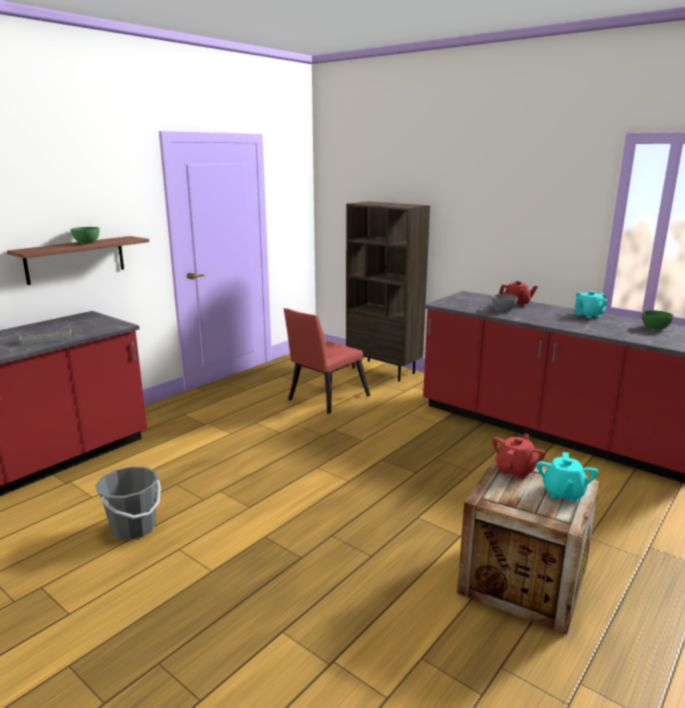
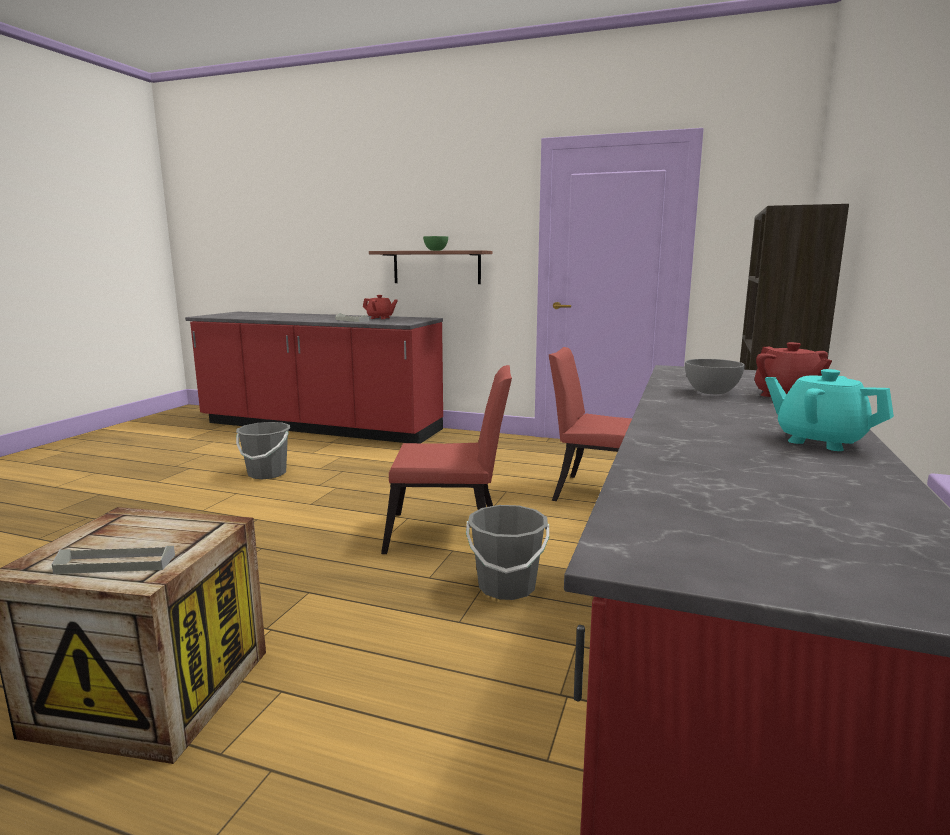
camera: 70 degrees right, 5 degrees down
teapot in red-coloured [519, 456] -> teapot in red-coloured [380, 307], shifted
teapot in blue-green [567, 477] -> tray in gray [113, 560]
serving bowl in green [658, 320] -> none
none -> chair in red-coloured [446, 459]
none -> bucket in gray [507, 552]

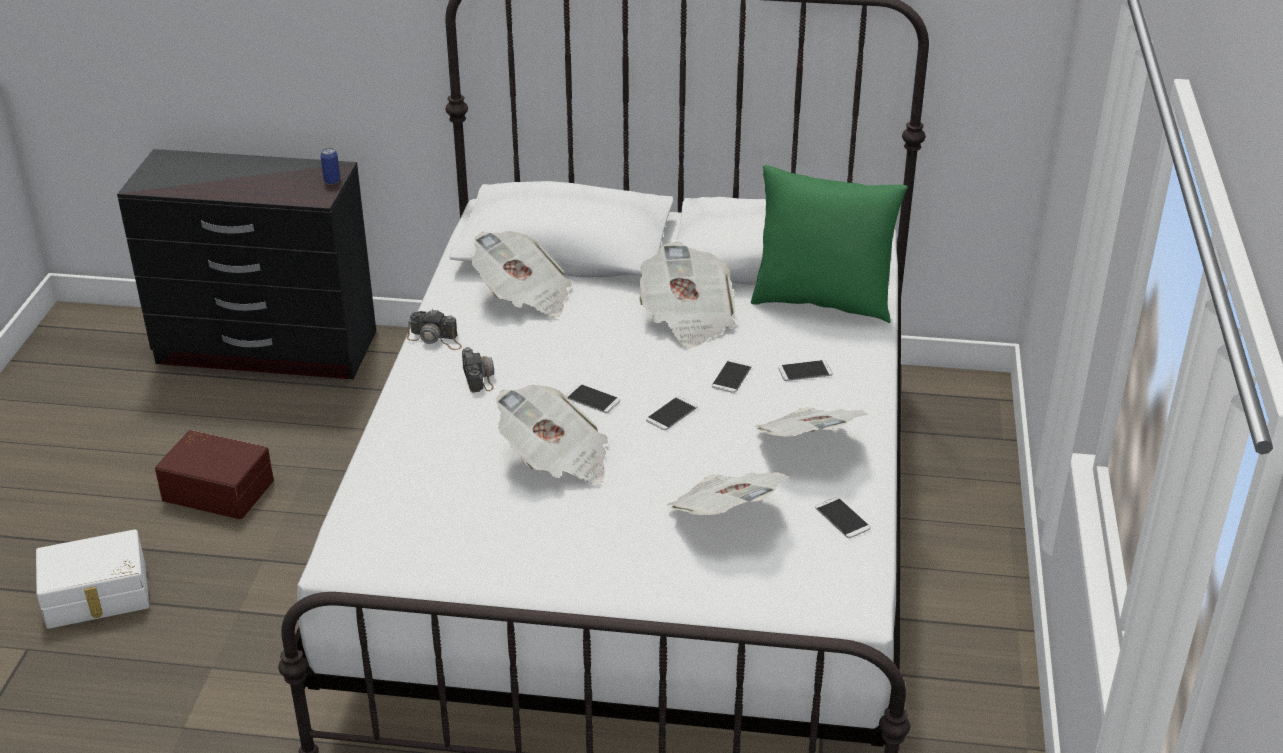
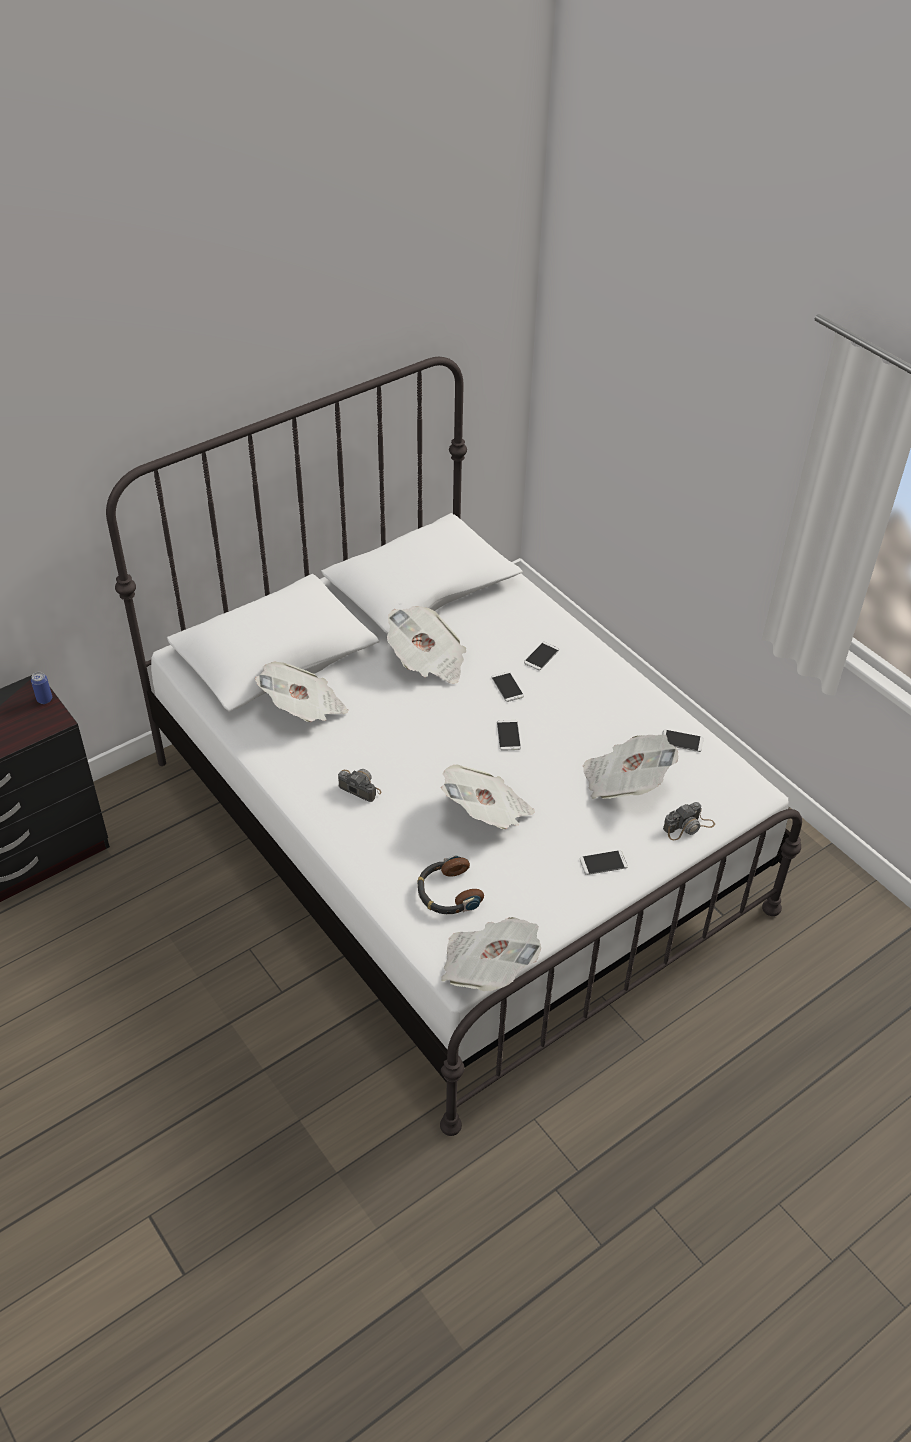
camera: 45 degrees left, 10 degrees up
storage bin in whitish [92, 579] -> none
storage bin in brown-coloured [214, 474] -> none
still camera [434, 329] -> still camera [689, 821], shifted
handset [592, 398] -> handset [604, 862], shifted
pillow in green [829, 244] -> none
printed paper [811, 422] -> printed paper [491, 954], shifted
none -> headphones [450, 884]

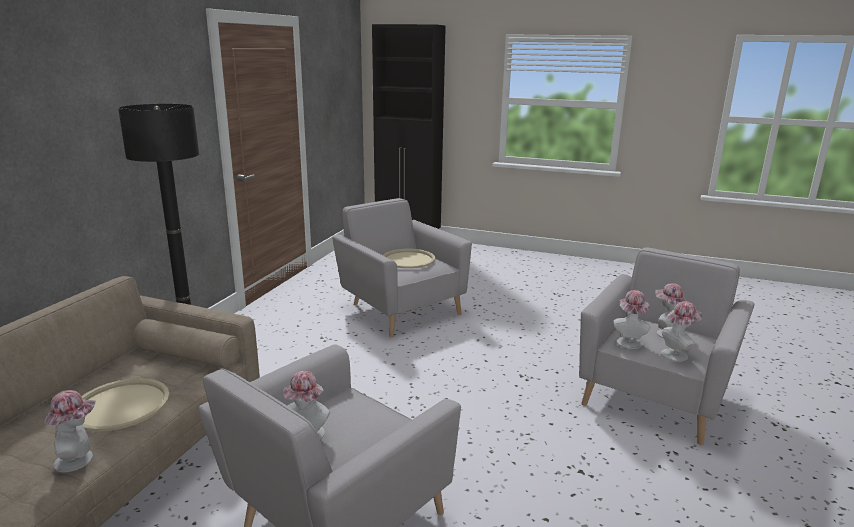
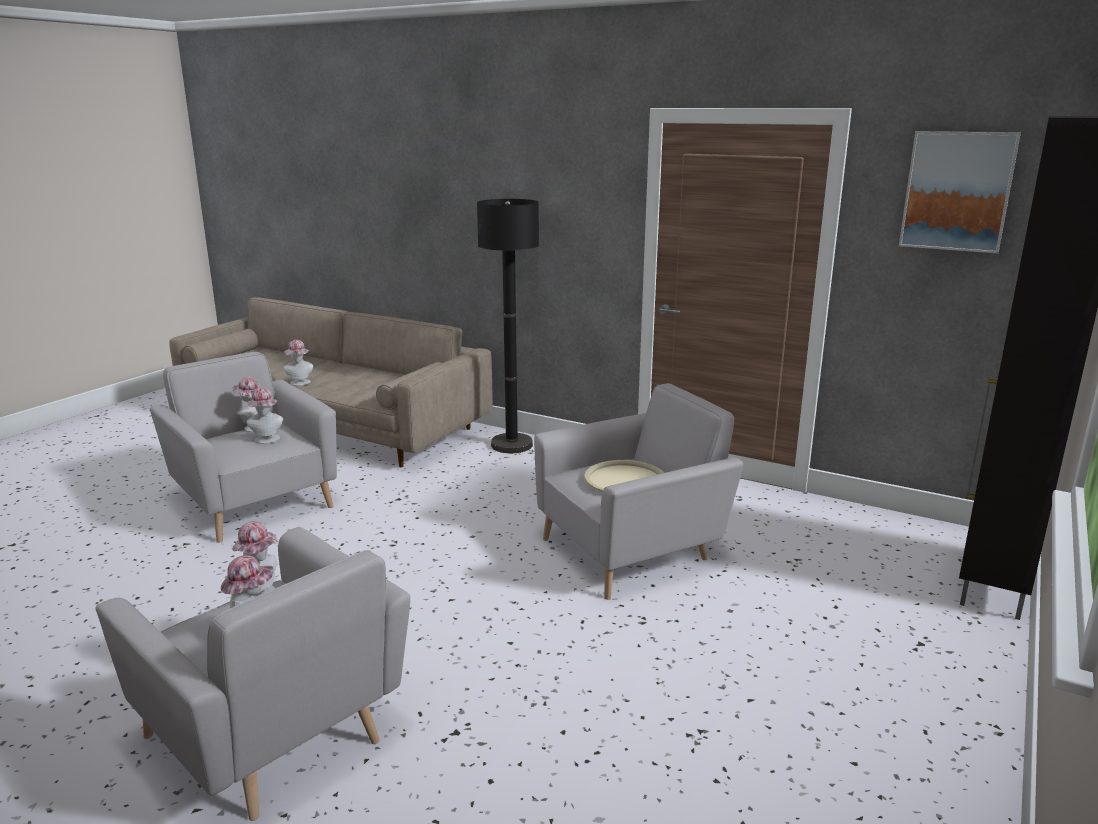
camera: 100 degrees right, 0 degrees up
tray in beige [125, 404] -> none
clothing hat [681, 331] -> clothing hat [265, 416], shifted
none -> picture [960, 192]

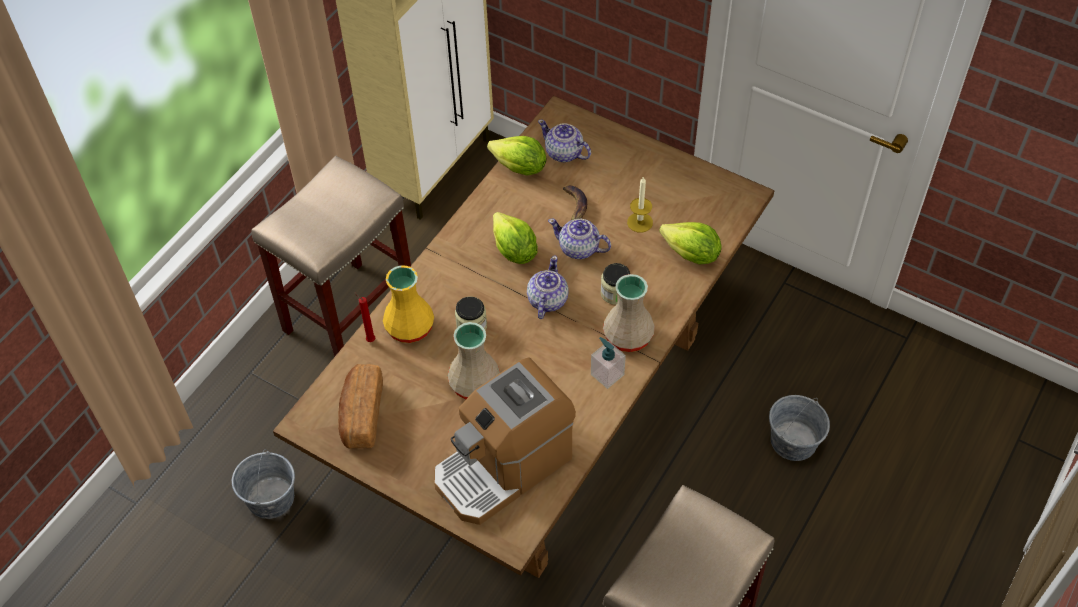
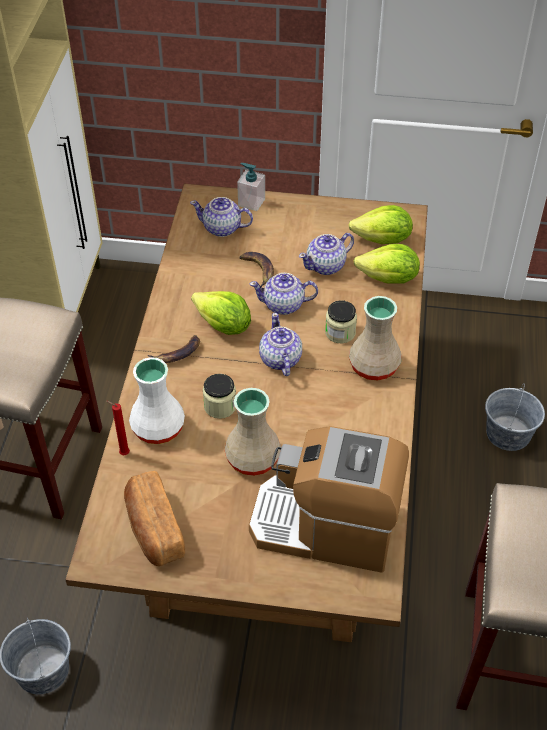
camera: 25 degrees left, 5 degrees down
vase in yellow-coloured [408, 304] -> vase in whitish [157, 400]
coffee machine [505, 441] -> coffee machine [329, 499], 75 degrees clockwise
lettuce head [517, 156] -> lettuce head [381, 224], shifted
soap dispenser [608, 363] -> soap dispenser [251, 187], shifted
wax light [640, 204] -> teapot [326, 254]
none -> banana [174, 349]

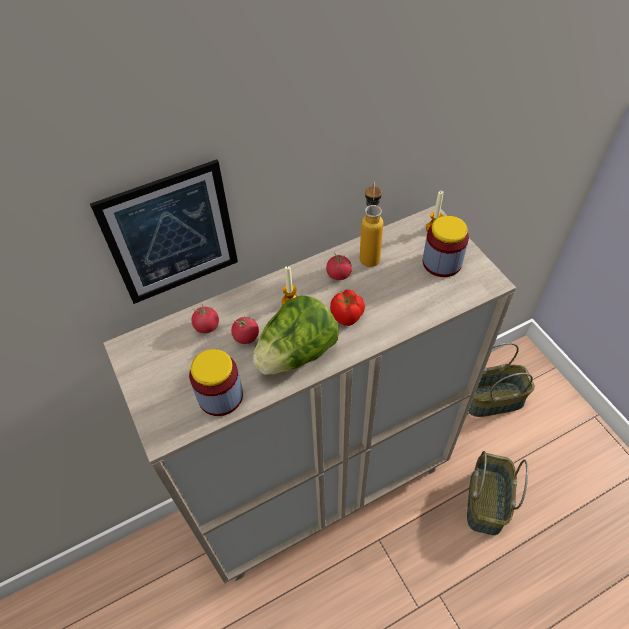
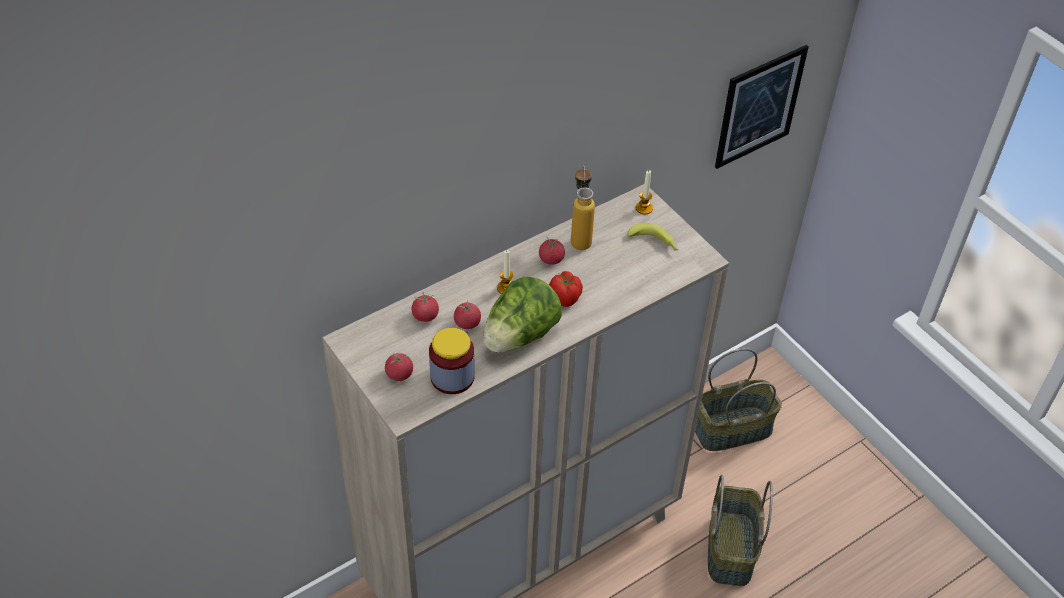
camera: 10 degrees left, 5 degrees down
picture [164, 231] -> picture [762, 107], shifted
jar [446, 246] -> banana [652, 237]
none -> tomato [399, 367]

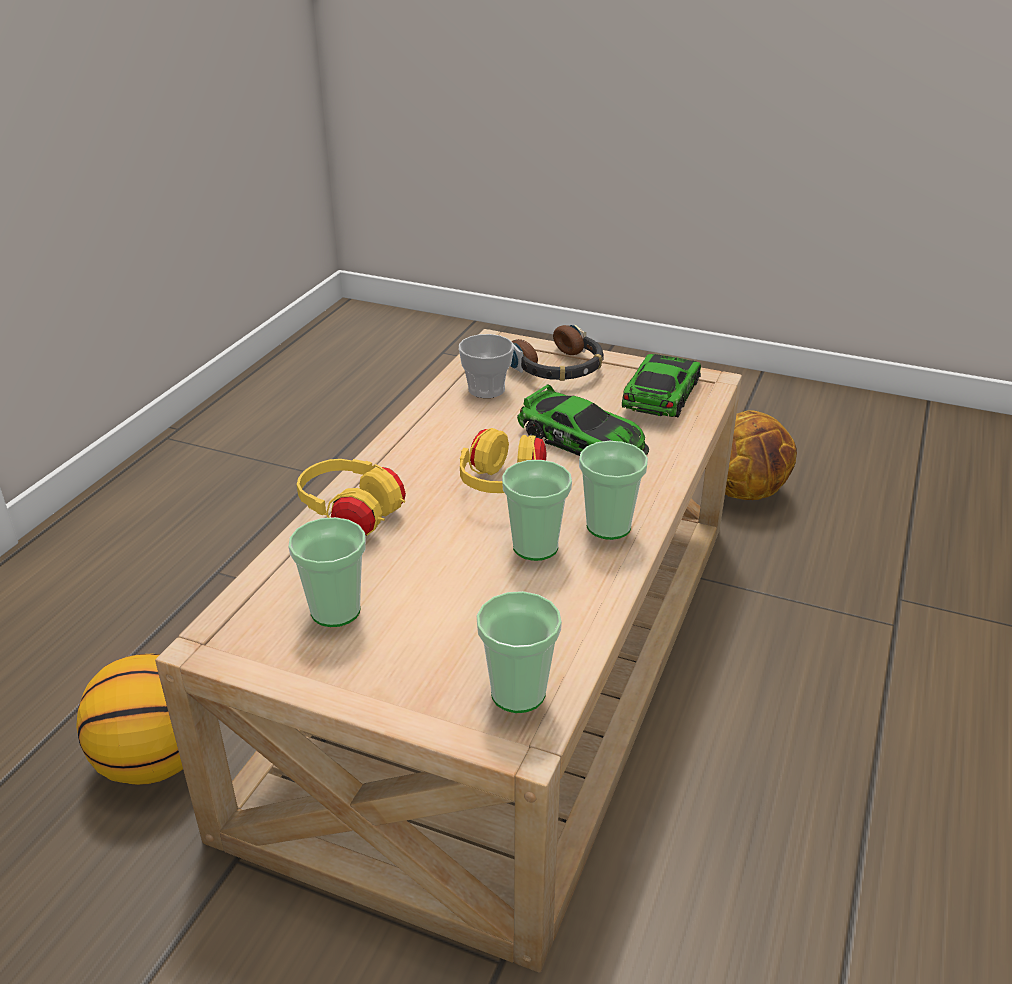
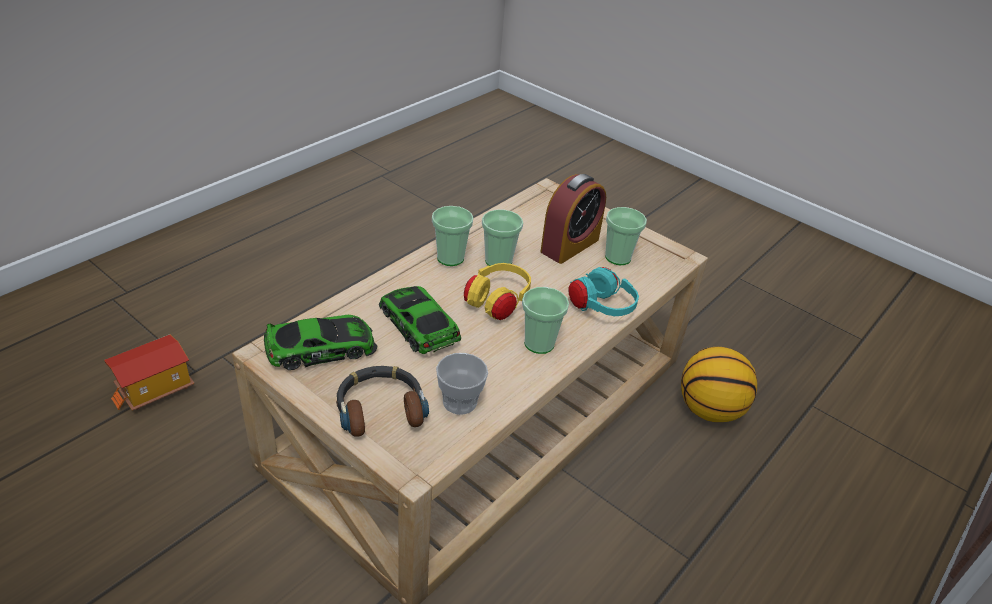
camera: 165 degrees left, 5 degrees up
headphones in yellow-coloured [351, 497] -> headphones in blue-green [604, 291]
drinking cup [519, 652] -> drinking cup [545, 320], shifted
model car [661, 385] -> model car [320, 342], 150 degrees counterclockwise
basketball [751, 455] -> none
none -> model house [149, 372]
none -> bedside clock [573, 219]

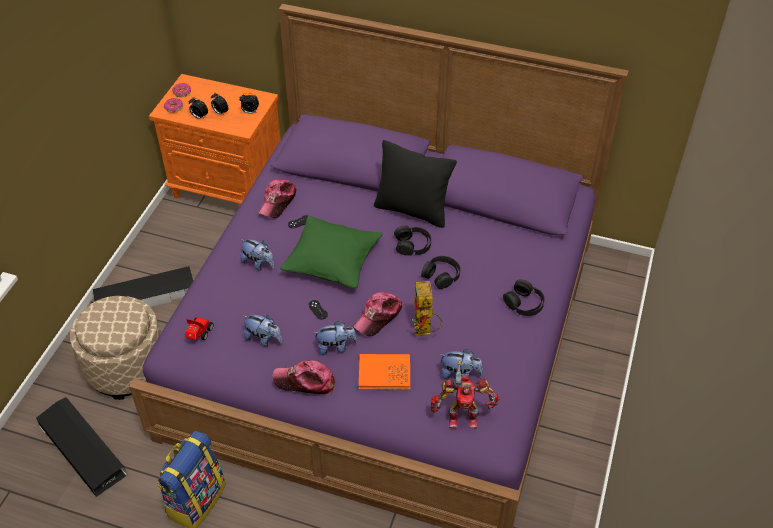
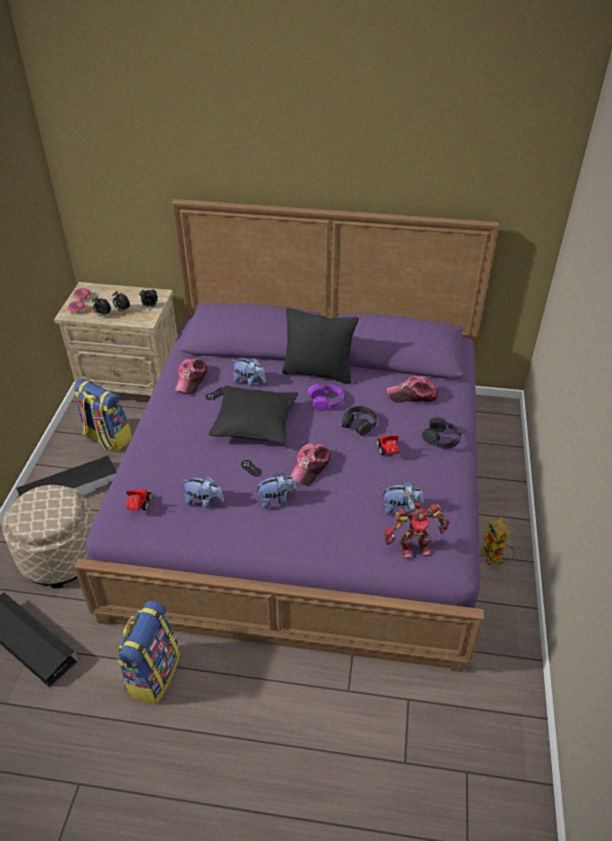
camera: 10 degrees left, 5 degrees down
night table in orange [215, 139] -> night table in beige [116, 339]
plush toy [257, 255] -> plush toy [249, 372], shifted
baseball cap [304, 377] -> baseball cap [412, 389], shifted
pillow in green [331, 252] -> pillow in blackish [253, 415]
volume in orange [384, 372] -> none
headphones in blackish [412, 240] -> headphones in purple [326, 397]
toy robot [427, 308] -> toy robot [497, 541], shifted
none -> knapsack [103, 415]
none -> model car [388, 445]

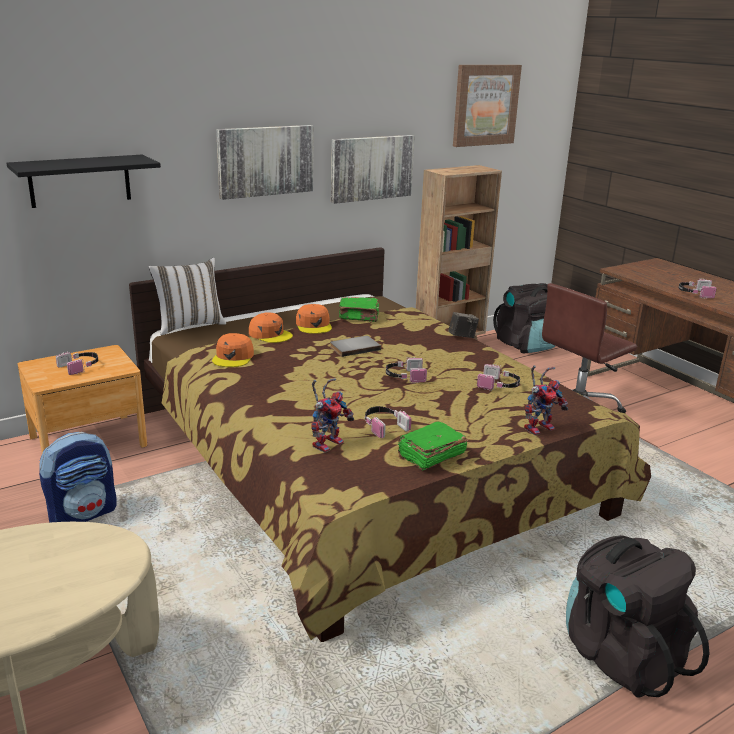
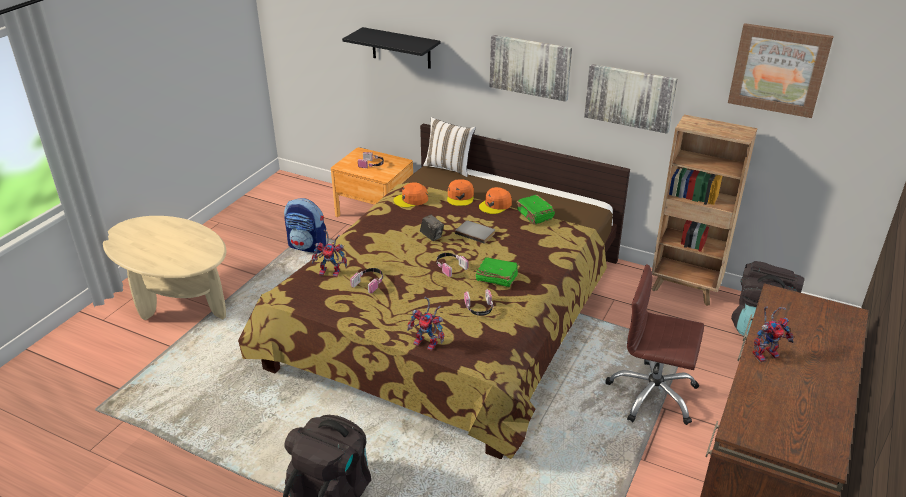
camera: 60 degrees right, 10 degrees up
volume in green [432, 446] -> volume in green [497, 272], shifted
still camera [463, 325] -> still camera [432, 227], shifted
headphones [698, 288] -> toy robot [773, 334]

